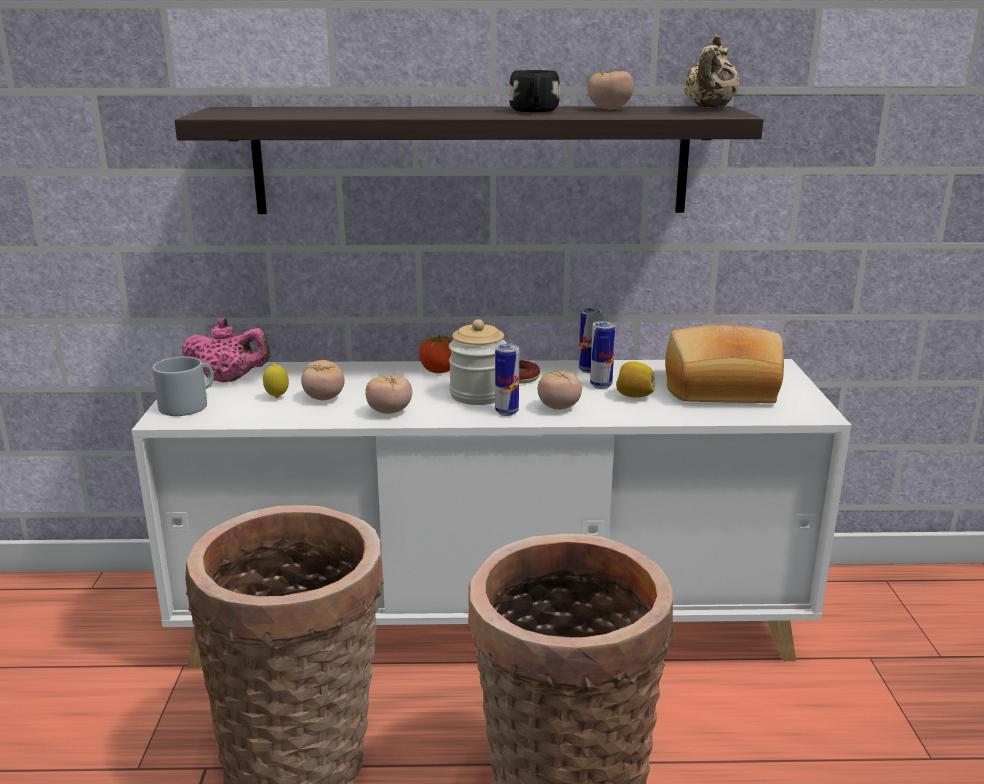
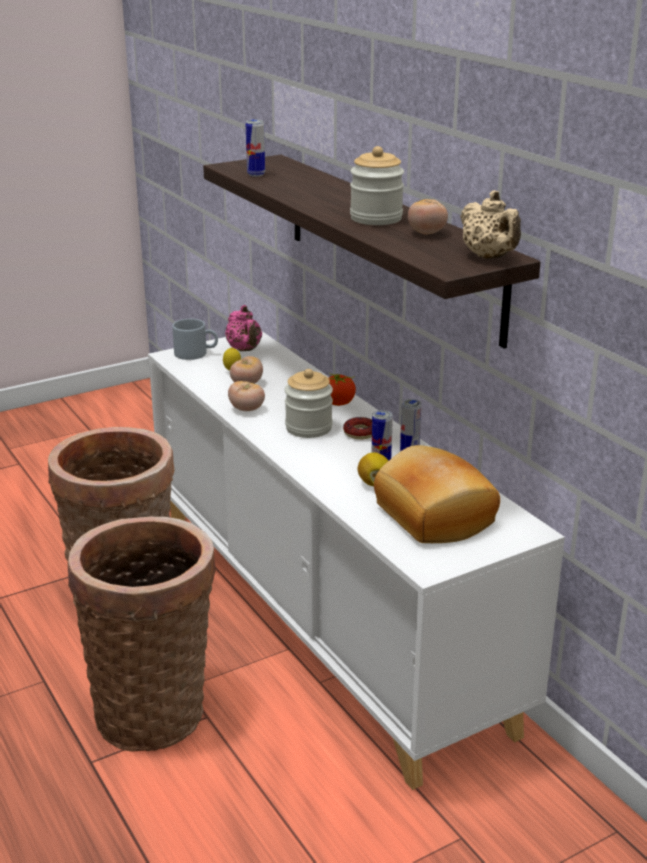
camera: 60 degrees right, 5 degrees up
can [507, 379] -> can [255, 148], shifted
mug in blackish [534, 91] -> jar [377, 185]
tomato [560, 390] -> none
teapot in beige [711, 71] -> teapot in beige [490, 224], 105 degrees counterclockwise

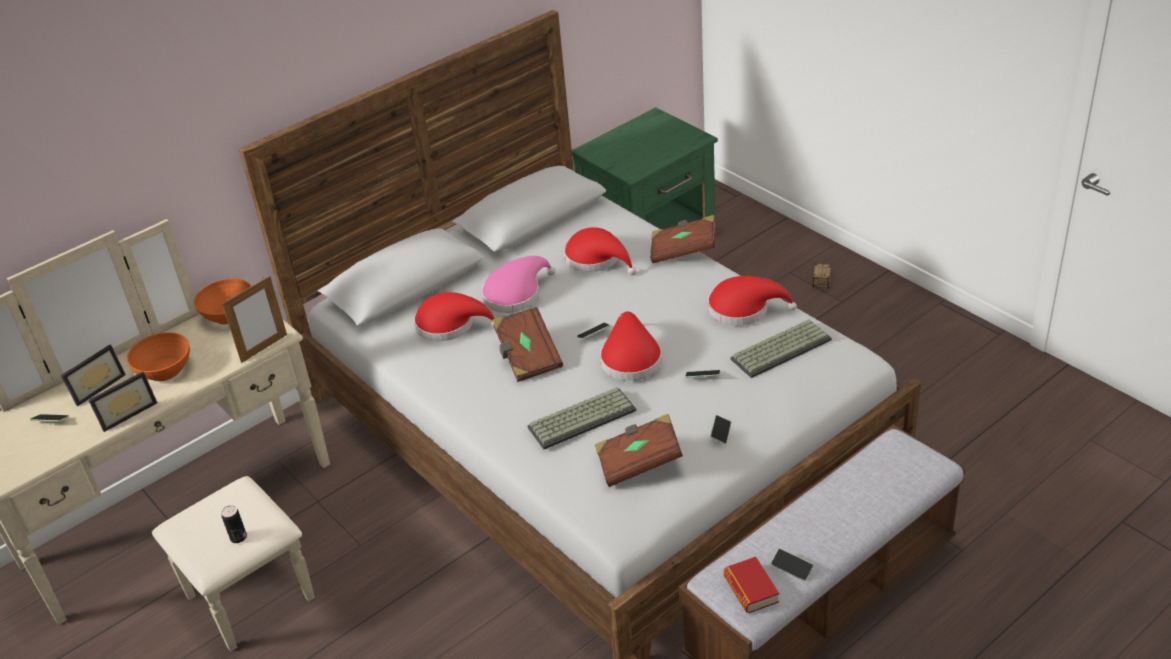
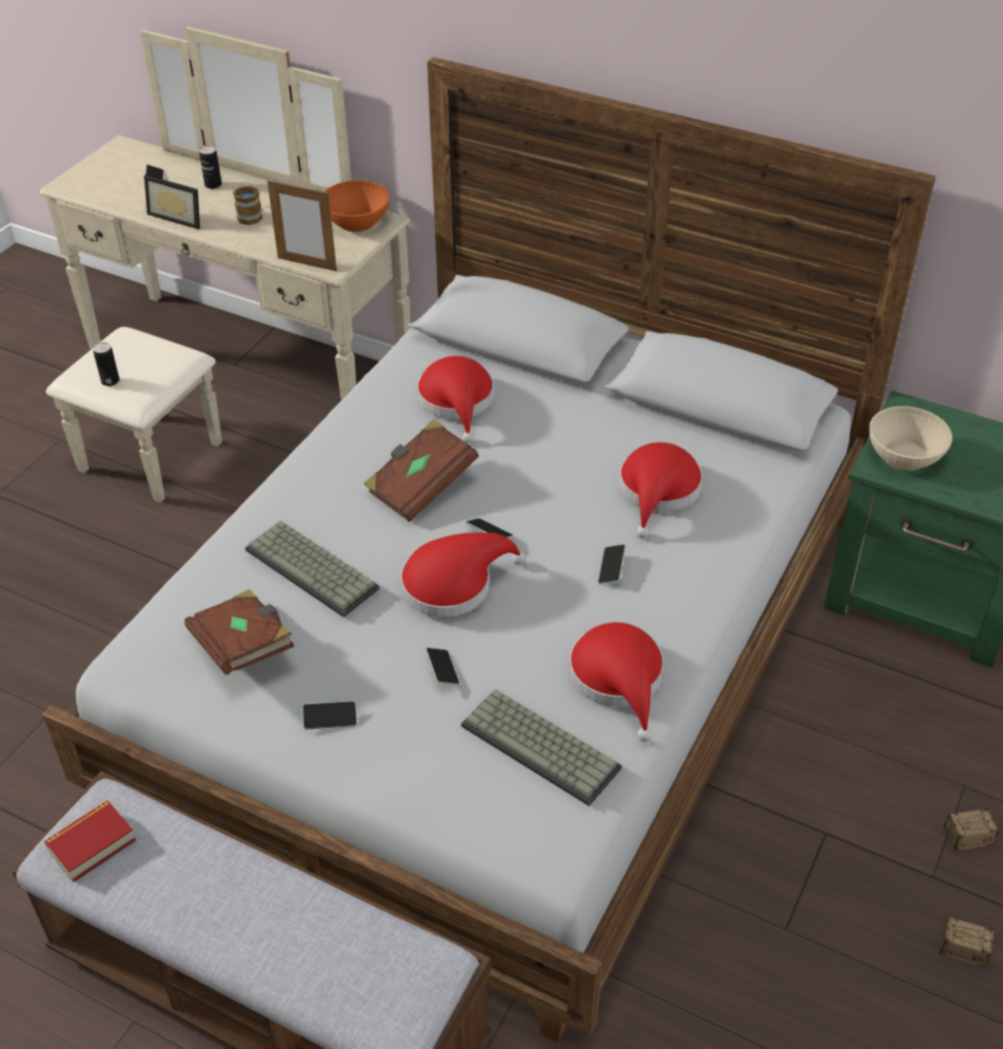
camera: 65 degrees right, 5 degrees up
photo frame [93, 375] -> can [210, 167]
serving bowl in orange [158, 356] -> mug [248, 204]
clothing hat in pinkish [518, 284] -> none
volume in brown-coloured [683, 239] -> none
handset [792, 564] -> handset [612, 564], shifted
none -> serving bowl in beige [910, 438]
none -> storage bin [943, 929]

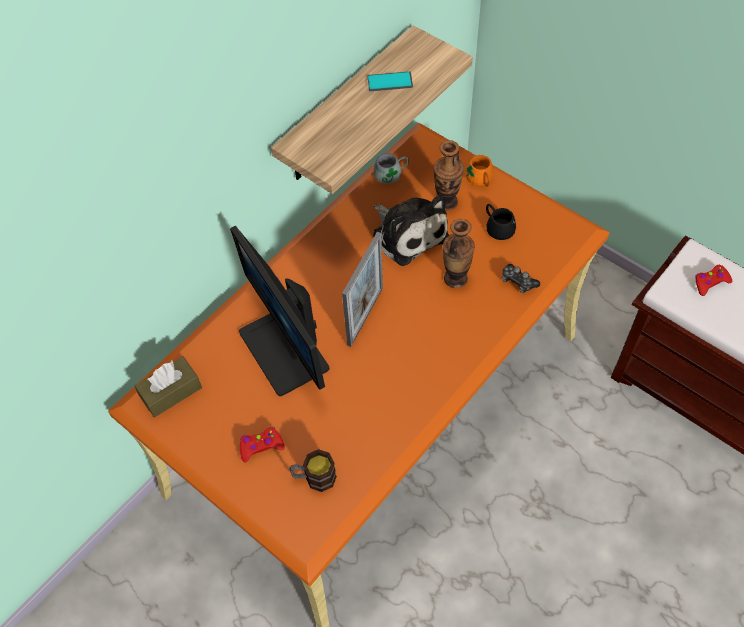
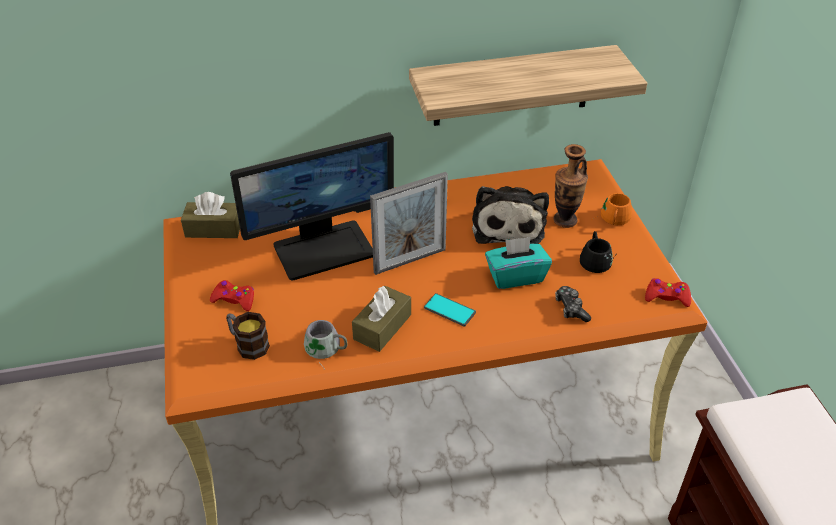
camera: 35 degrees right, 15 degrees down
monitor [279, 311] -> monitor [312, 206], 120 degrees counterclockwise
handset [390, 81] -> handset [450, 310], shifted
mug in gray [391, 169] -> mug in gray [325, 344], shifted
vase [459, 253] -> tissue box in blue-green [518, 263]
joypad in red-coloured [713, 280] -> joypad in red-coloured [668, 292], shifted
none -> tissue box in brown-coloured [381, 319]

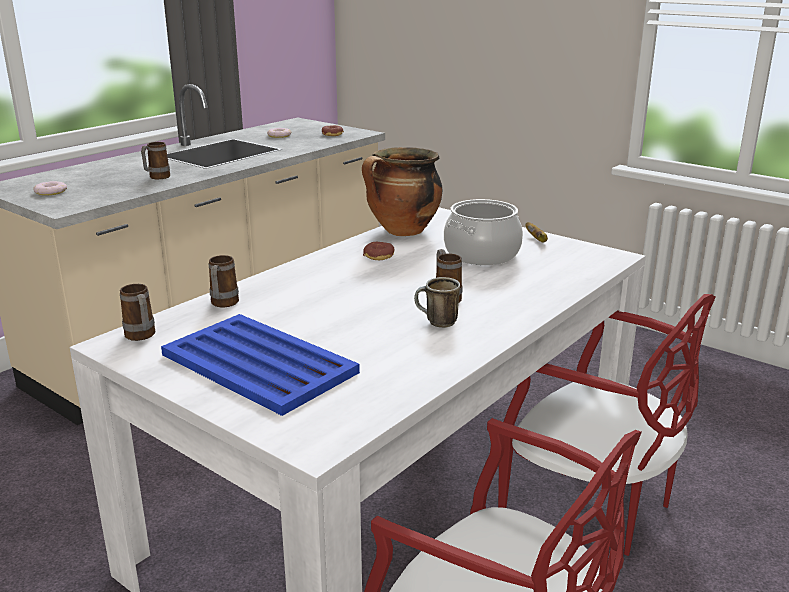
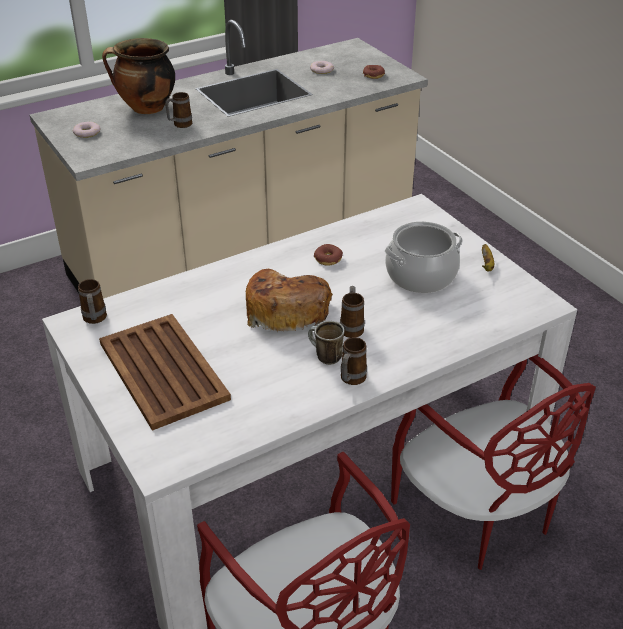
camera: 20 degrees right, 15 degrees up
tray in blue [260, 365] -> tray in brown-coloured [165, 372]
mug [224, 281] -> mug [354, 361], shifted
saucepot [402, 191] -> saucepot [138, 76], shifted
none -> baked bread [289, 301]

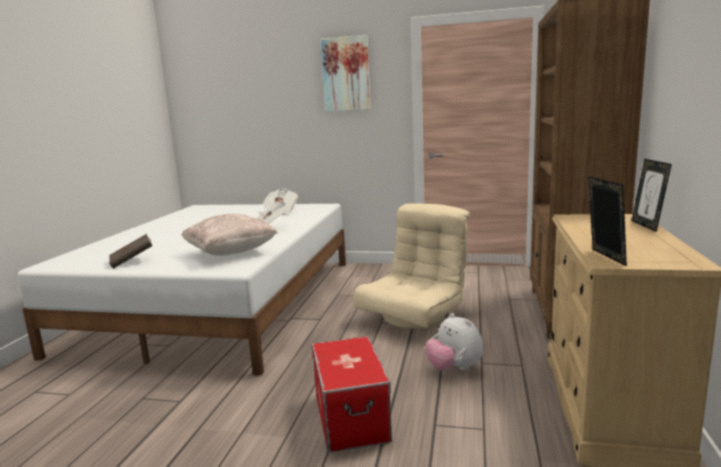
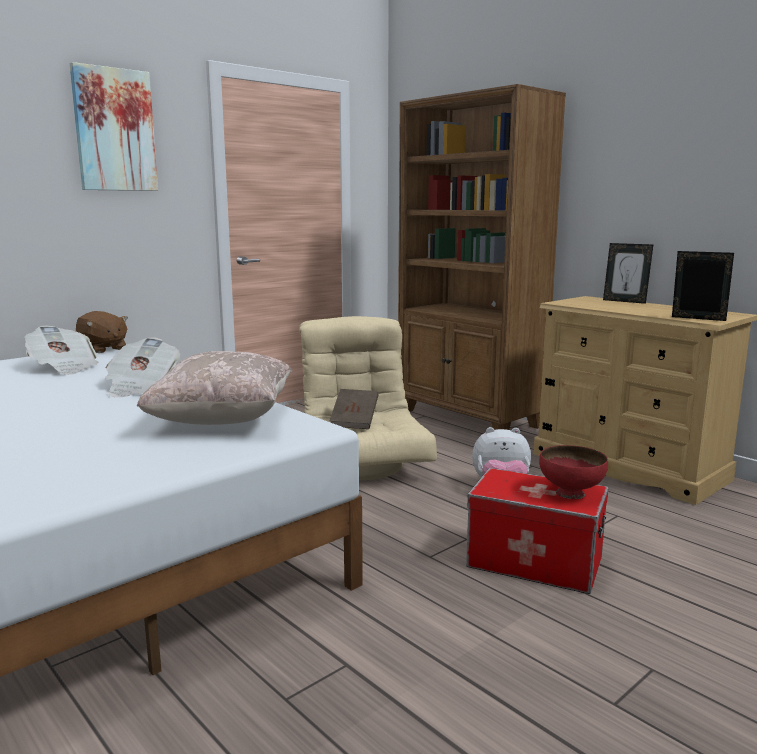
camera: 55 degrees left, 0 degrees up
volume in brown-coloured [130, 251] -> volume in brown-coloured [354, 409], shifted
none -> plush toy in brown-coloured [102, 332]
none -> serving bowl in red-coloured [573, 472]

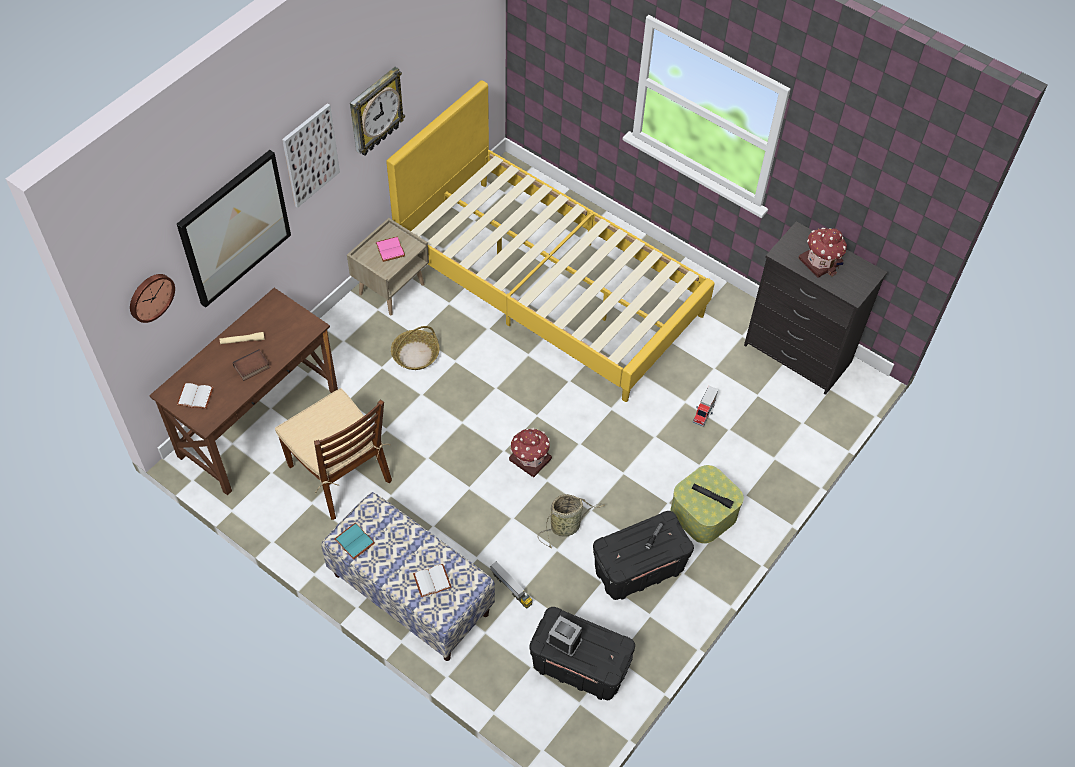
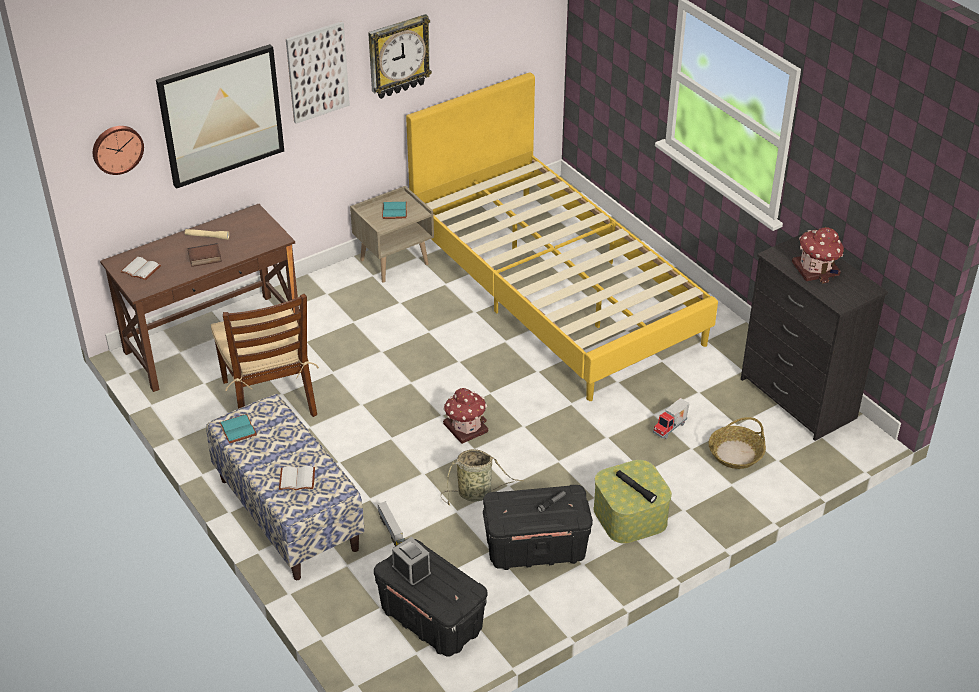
camera: 20 degrees right, 15 degrees down
volume in pinkish [390, 249] -> volume in blue-green [394, 210]
storage basket [415, 348] -> storage basket [737, 443], shifted

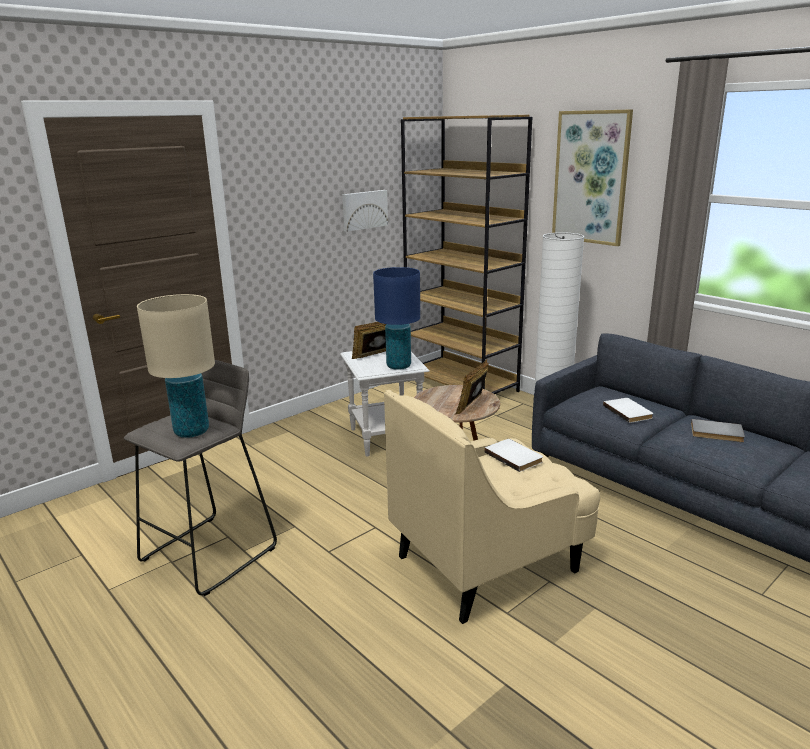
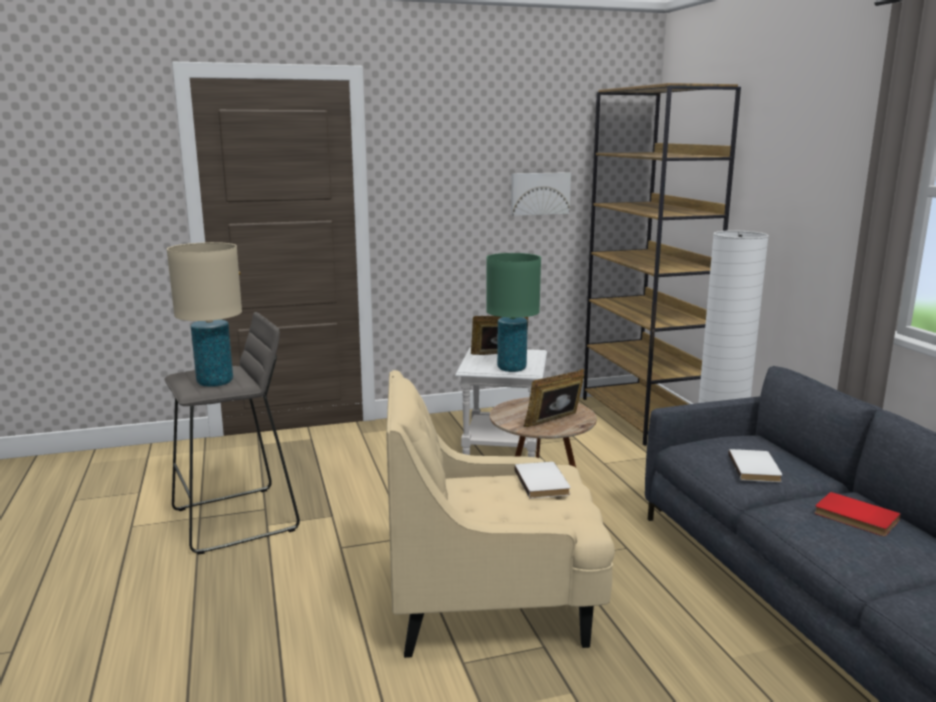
camera: 25 degrees right, 5 degrees down
table lamp in blue [396, 318] -> table lamp in green [513, 312]
picture [592, 177] -> none
volume in gray [718, 430] -> volume in red-coloured [858, 514]

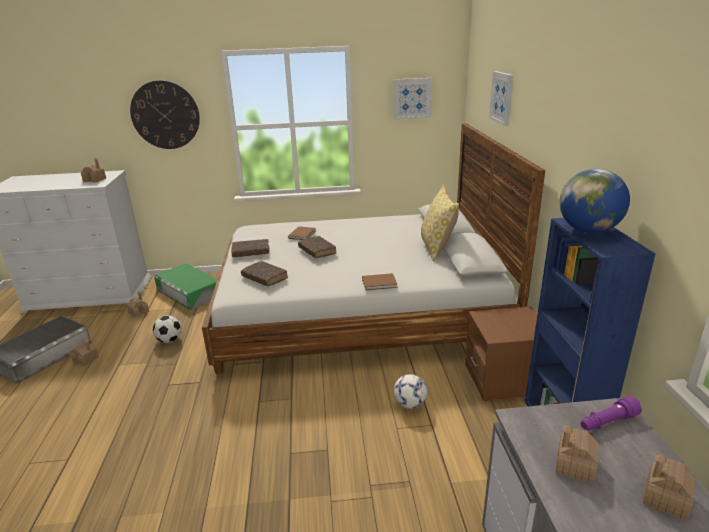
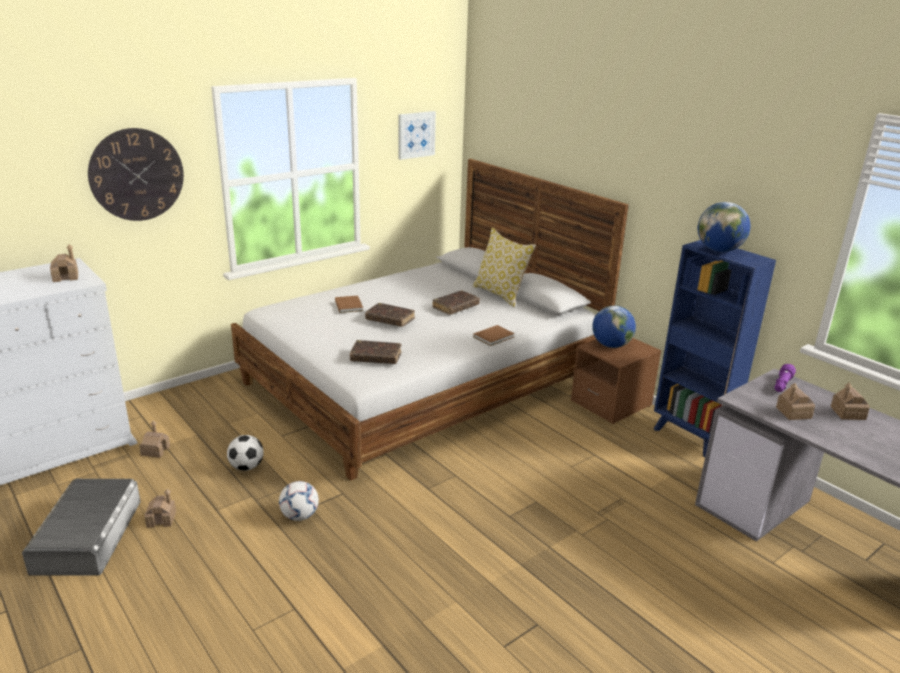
camera: 35 degrees left, 0 degrees up
storage bin in green [185, 287] -> none
volume in brown-coloured [250, 248] -> volume in brown-coloured [456, 303], shifted
ball for football [410, 391] -> ball for football [299, 501], shifted
picture [501, 98] -> none
none -> world globe [614, 327]

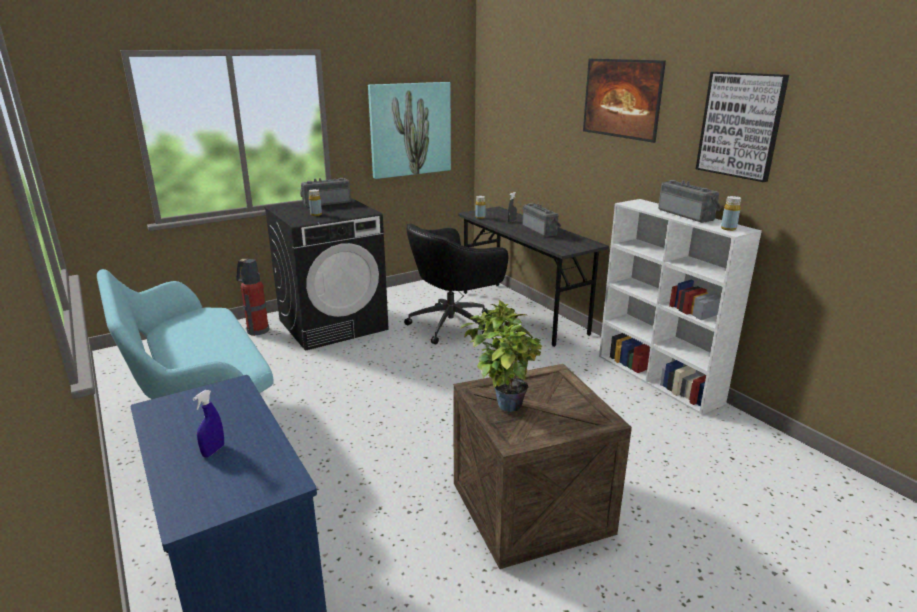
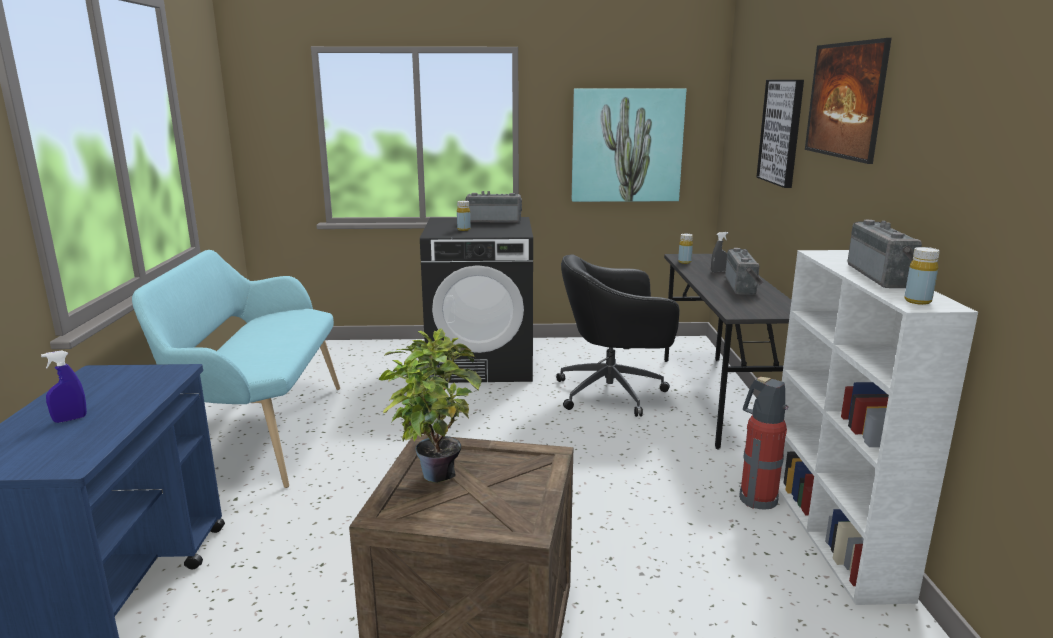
camera: 30 degrees right, 5 degrees down
extinguisher [253, 297] -> extinguisher [764, 443], shifted
picture [742, 127] -> picture [780, 134], shifted

